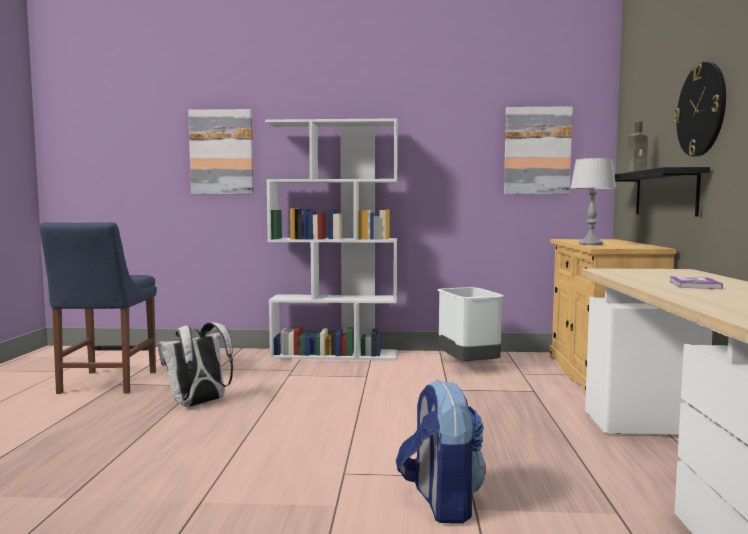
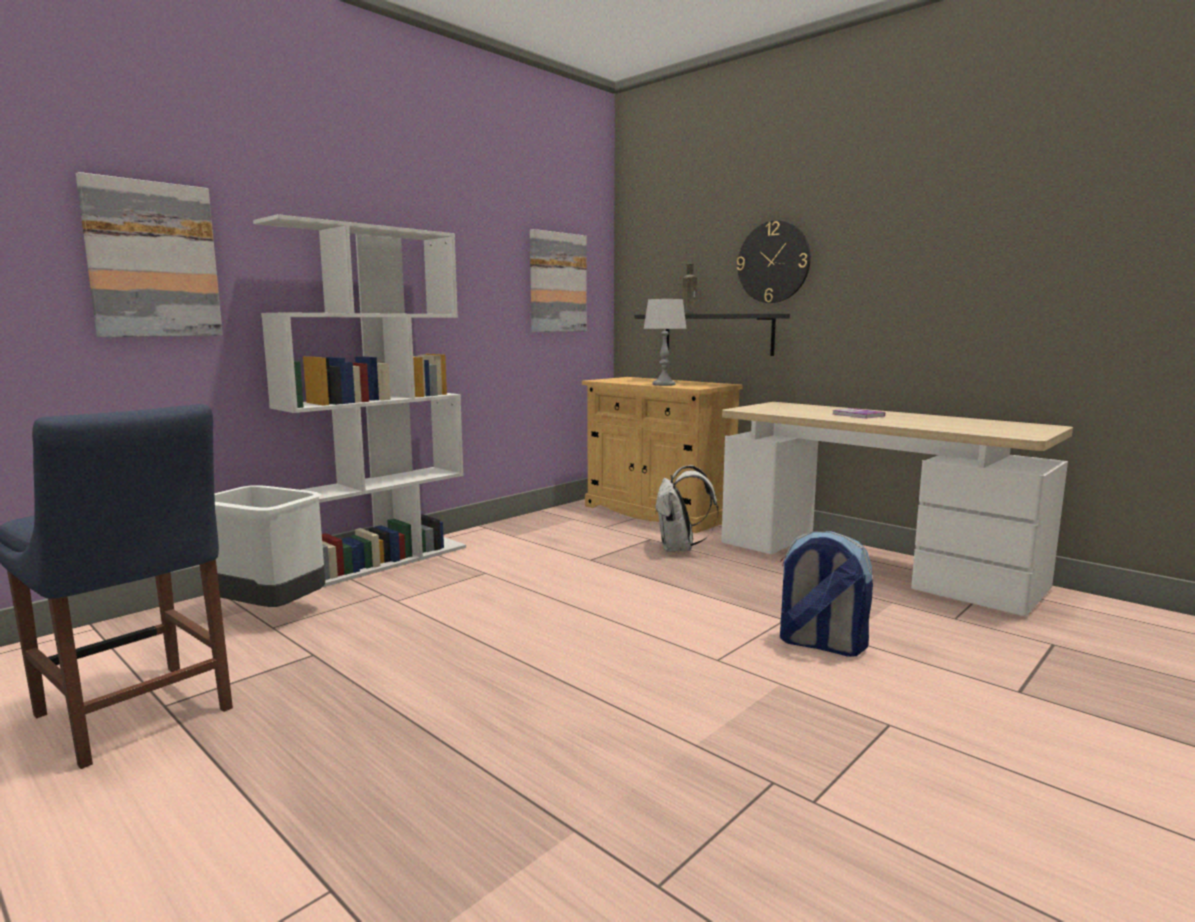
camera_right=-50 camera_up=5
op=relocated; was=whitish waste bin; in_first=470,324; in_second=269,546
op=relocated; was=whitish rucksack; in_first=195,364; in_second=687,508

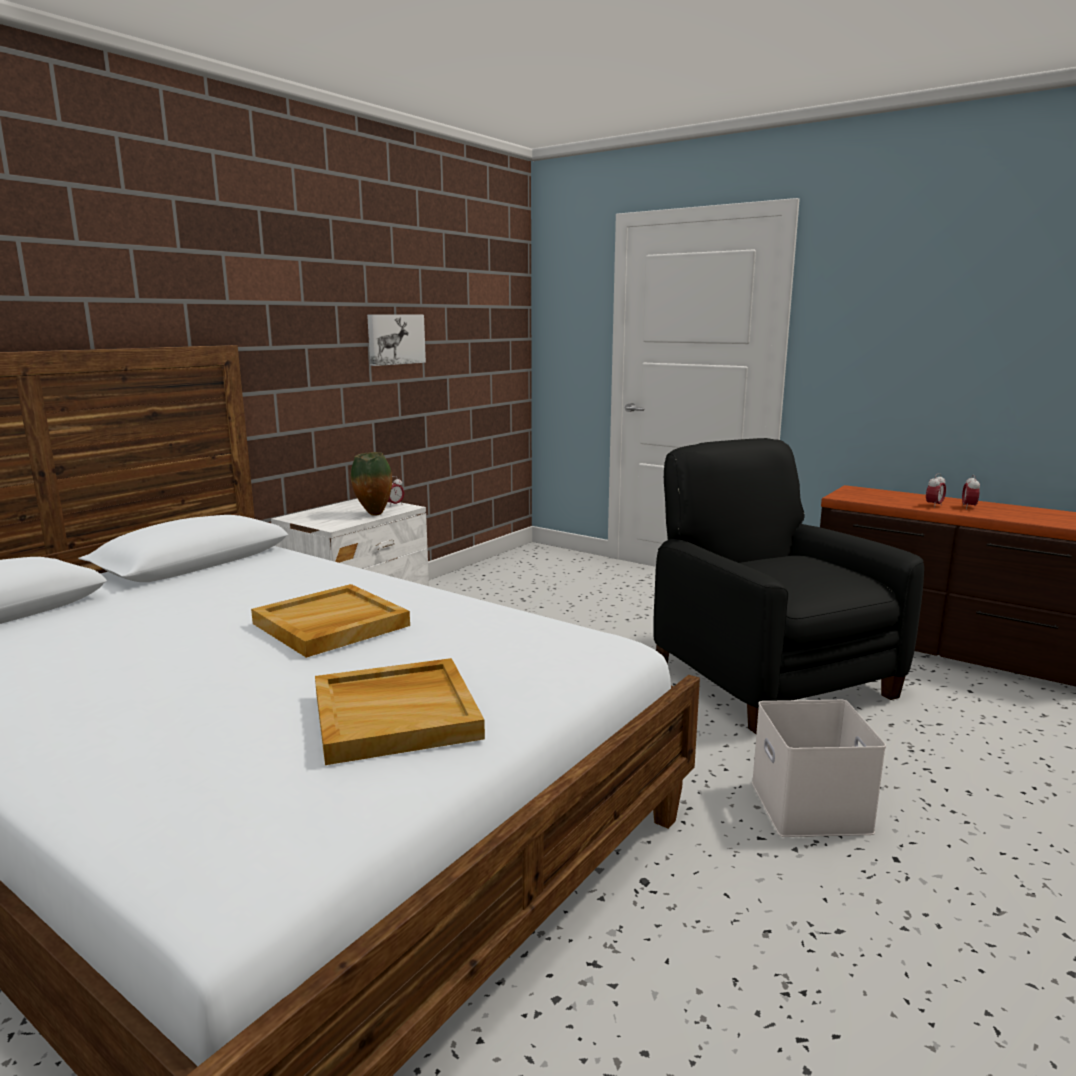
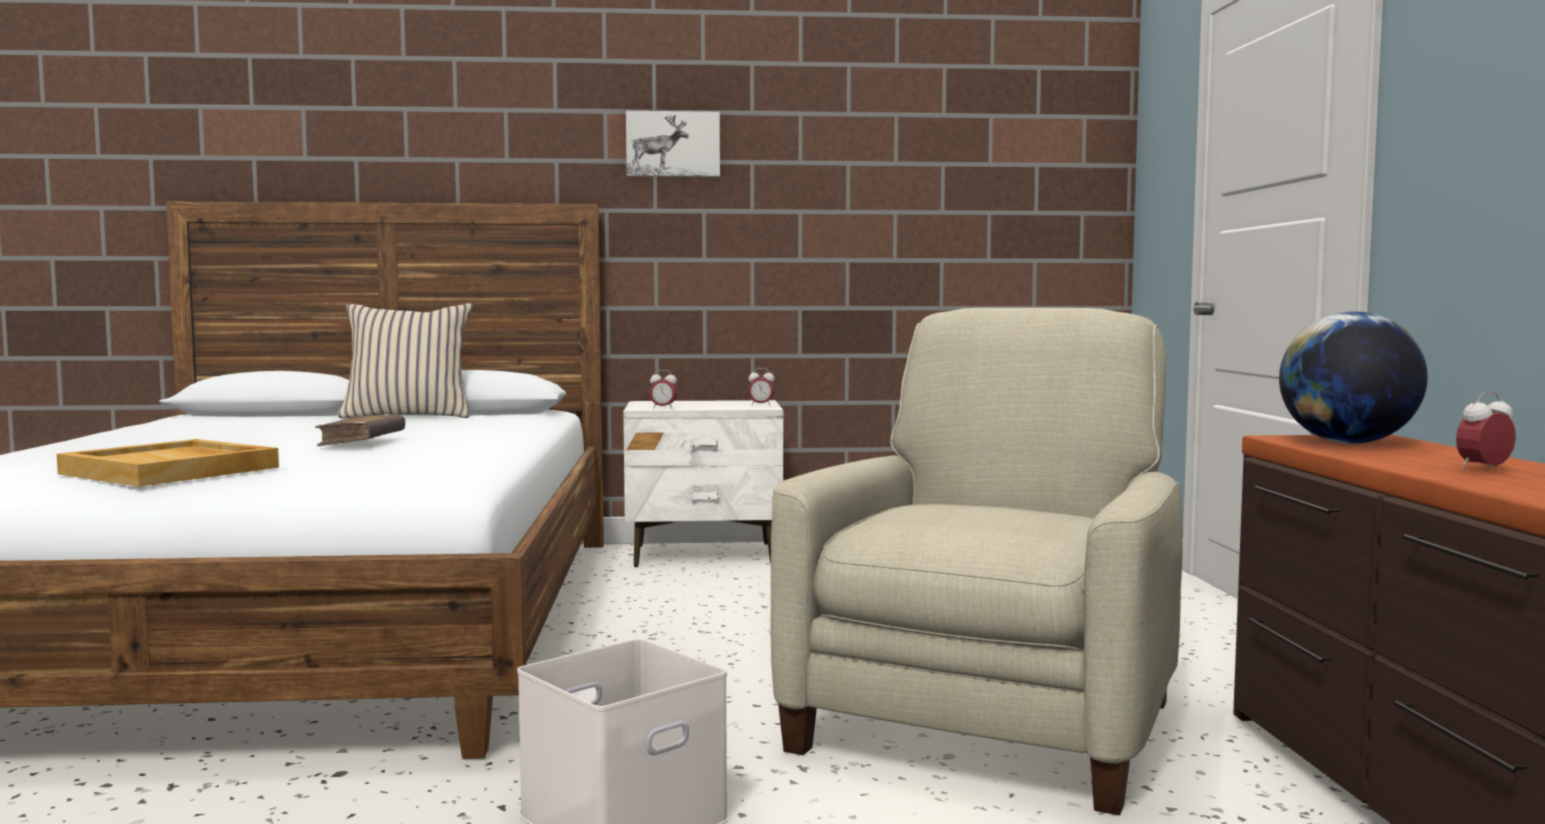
camera_right=50 camera_up=-10
op=relocated; was=picture; in_first=396,340; in_second=673,144
op=colour; was=black-coloured armchair; now=beige armchair; in_first=788,586; in_second=976,561
op=missing; was=flower vase; in_first=371,484
op=relocated; was=table clock; in_first=936,490; in_second=664,389
op=exchanged; was=beige tray; now=brown bound book; in_first=330,621; in_second=360,430
op=appeared; now=beige pillow; in_second=405,360
op=appeared; now=world globe; in_second=1353,377

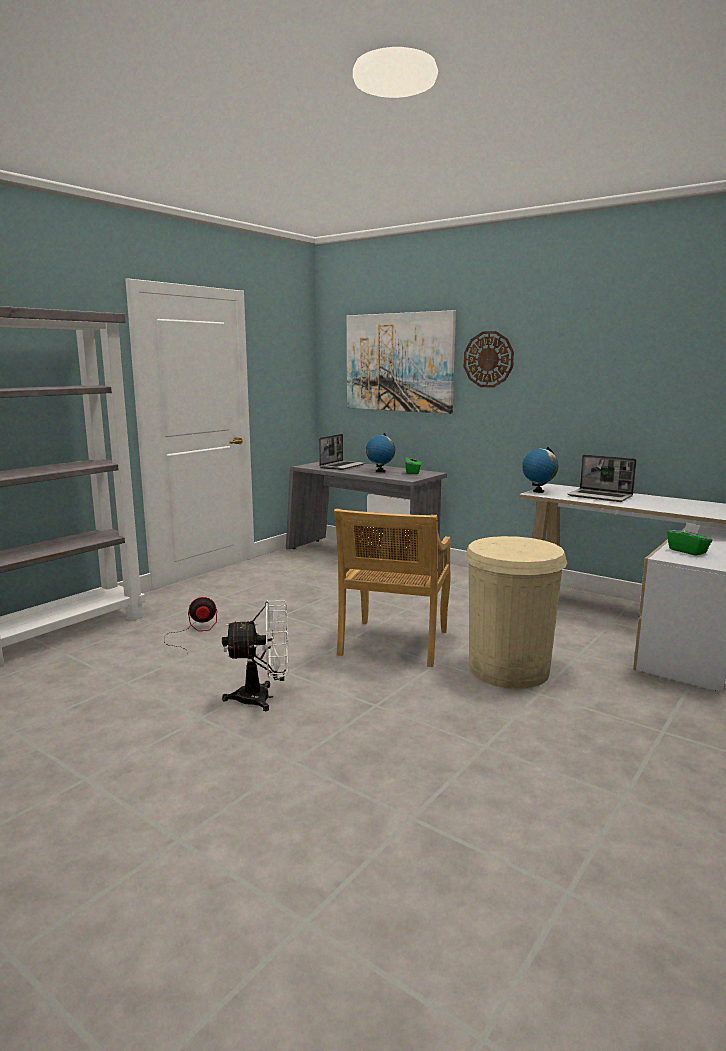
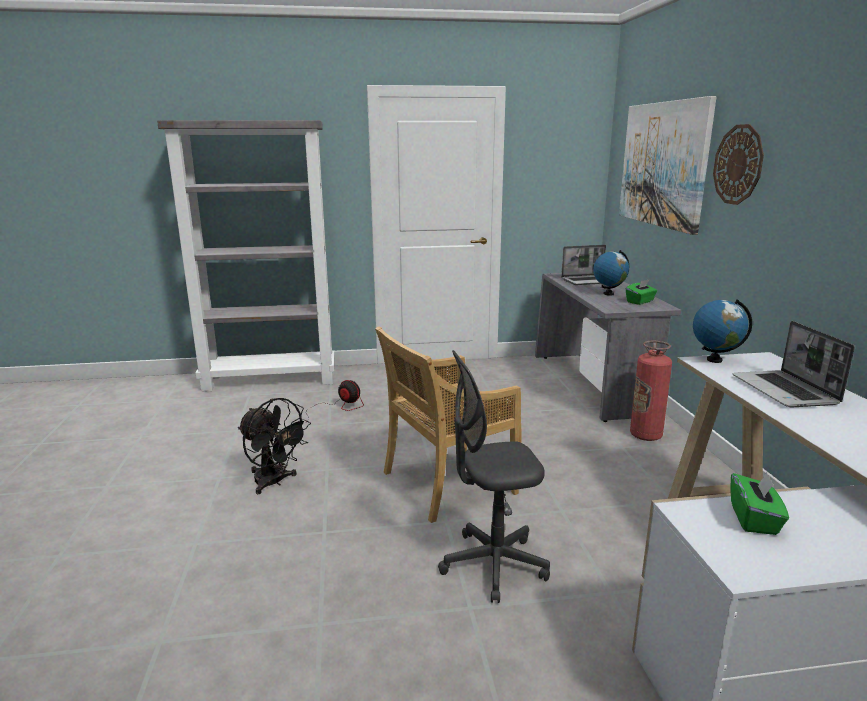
camera_right=45 camera_up=5
op=exchanged; was=beige waste bin; now=grey computer chair; in_first=516,612; in_second=494,476
op=colour; was=whitish fan; now=black-coloured fan; in_first=255,655; in_second=274,446
op=appeared; now=extinguisher; in_second=651,391

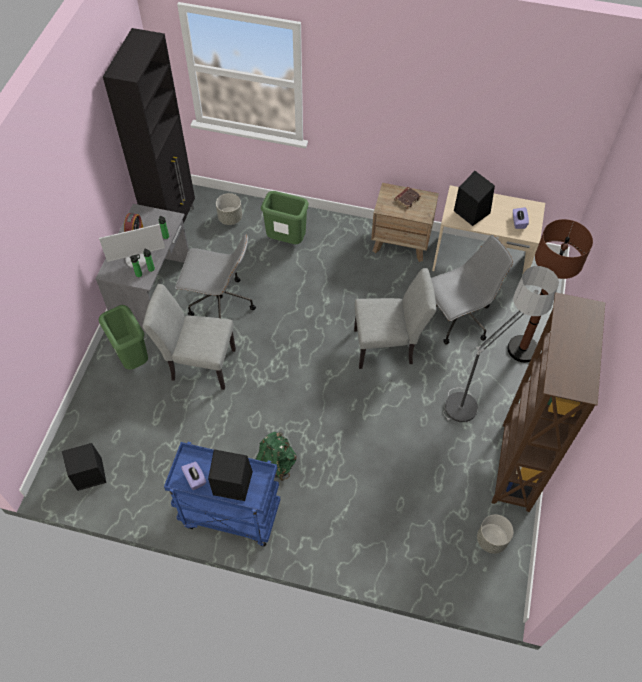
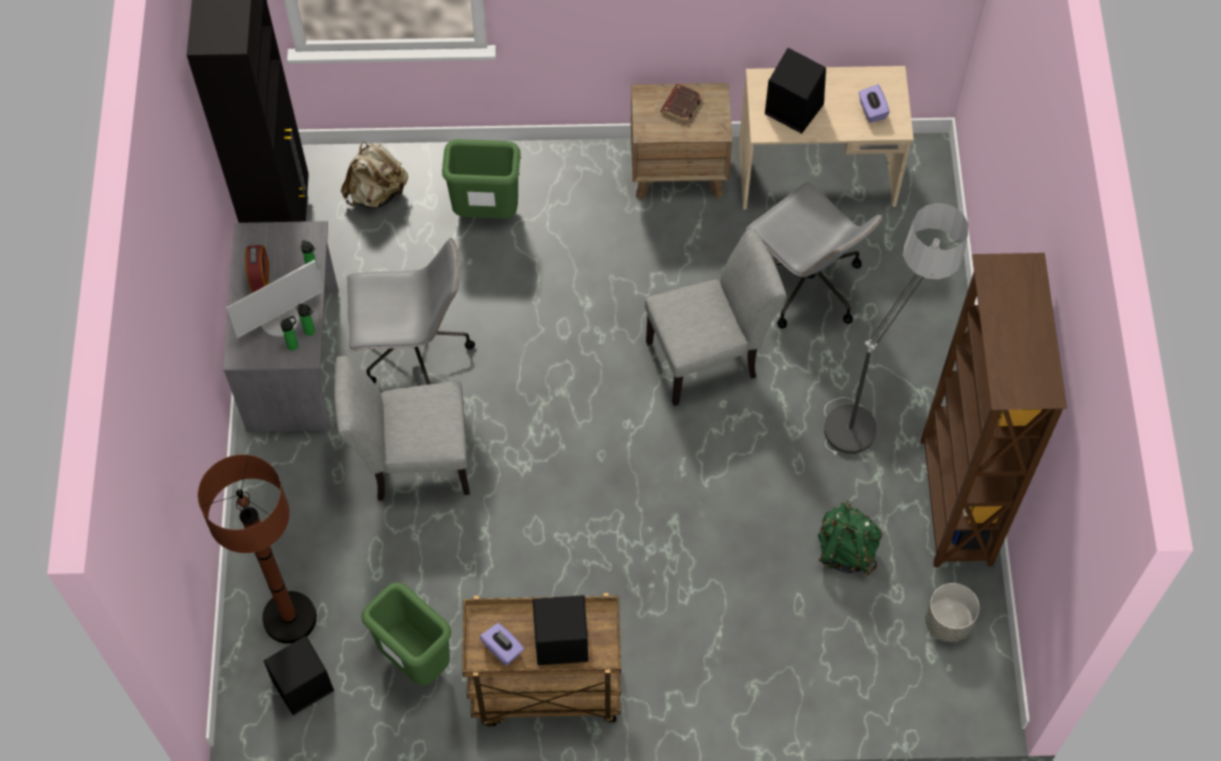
camera_right=-15 camera_up=5
op=exchanged; was=grey flower pot; now=beige rucksack; in_first=229,209; in_second=374,174
op=relocated; was=brown standing lamp; in_first=550,290; in_second=257,549
op=spun; was=grey computer chair; in_first=472,290; in_second=814,255; clockwise=90
op=relocated; was=green waste bin; in_first=123,337; in_second=406,634
op=relocated; was=green rucksack; in_first=275,456; in_second=850,538
op=colour; was=blue cart; now=brown cart; in_first=222,494; in_second=541,659

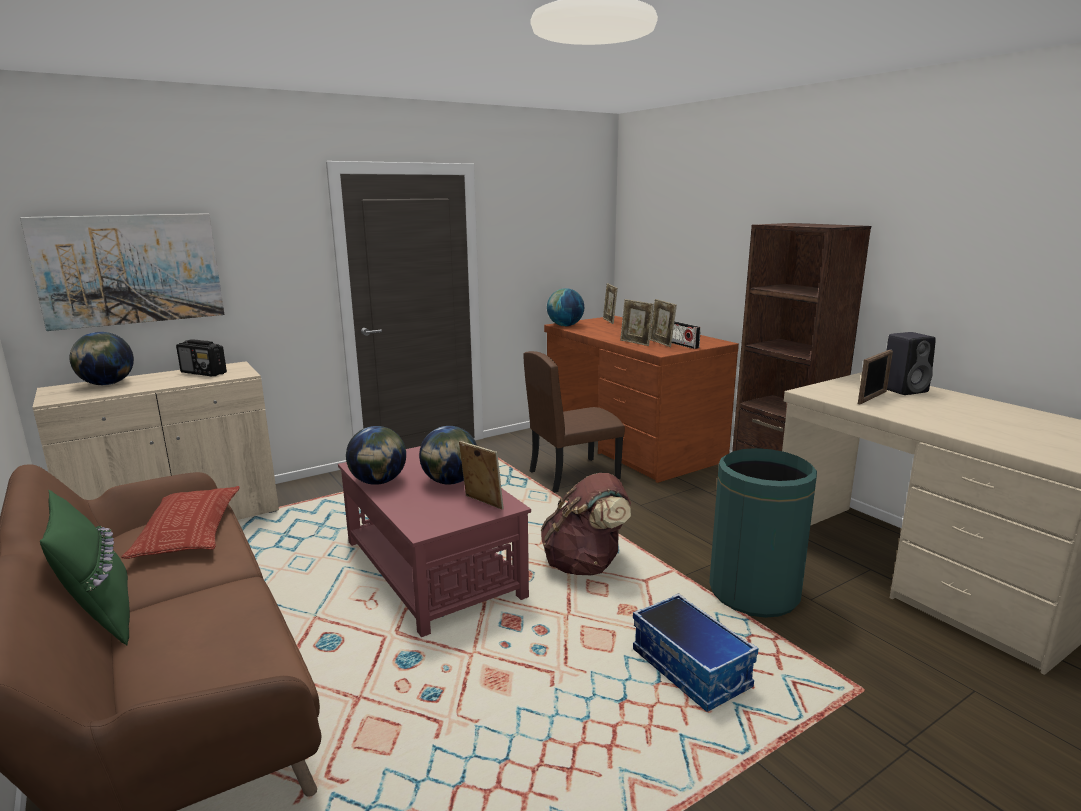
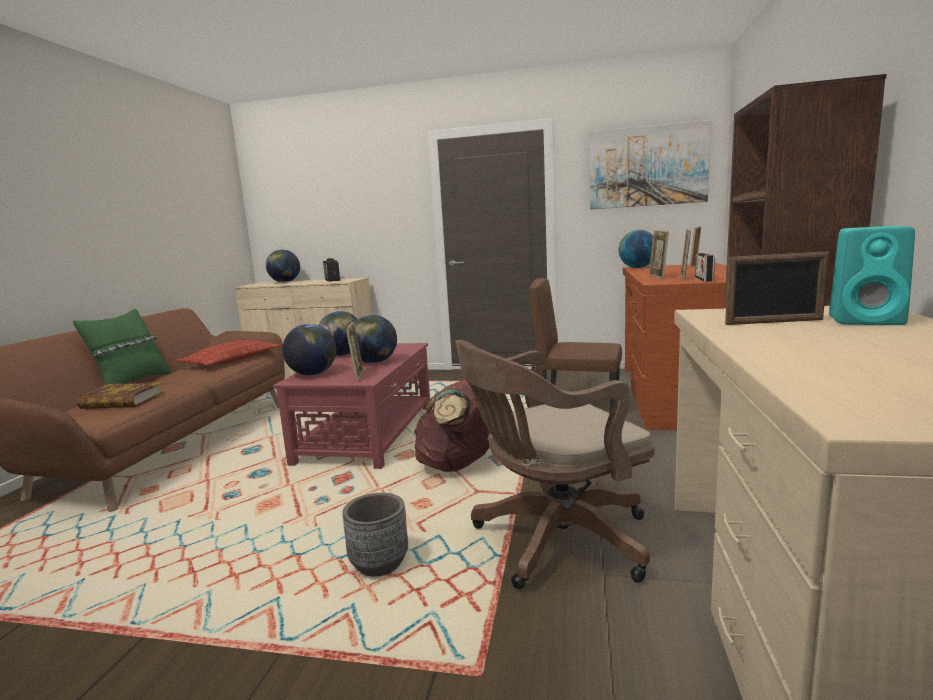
camera_right=45 camera_up=-5
op=relocated; was=picture; in_first=122,272; in_second=650,164
op=colour; was=black-coloured loudspeaker; now=turquoise-coloured loudspeaker; in_first=911,363; in_second=872,275
op=exchanged; was=green waste bin; now=brown computer chair; in_first=763,533; in_second=554,464
op=exchanged; was=storage box; now=grey flower pot; in_first=696,652; in_second=375,535
op=appeared; now=world globe; in_second=309,349
op=appeared; now=bound book; in_second=120,395

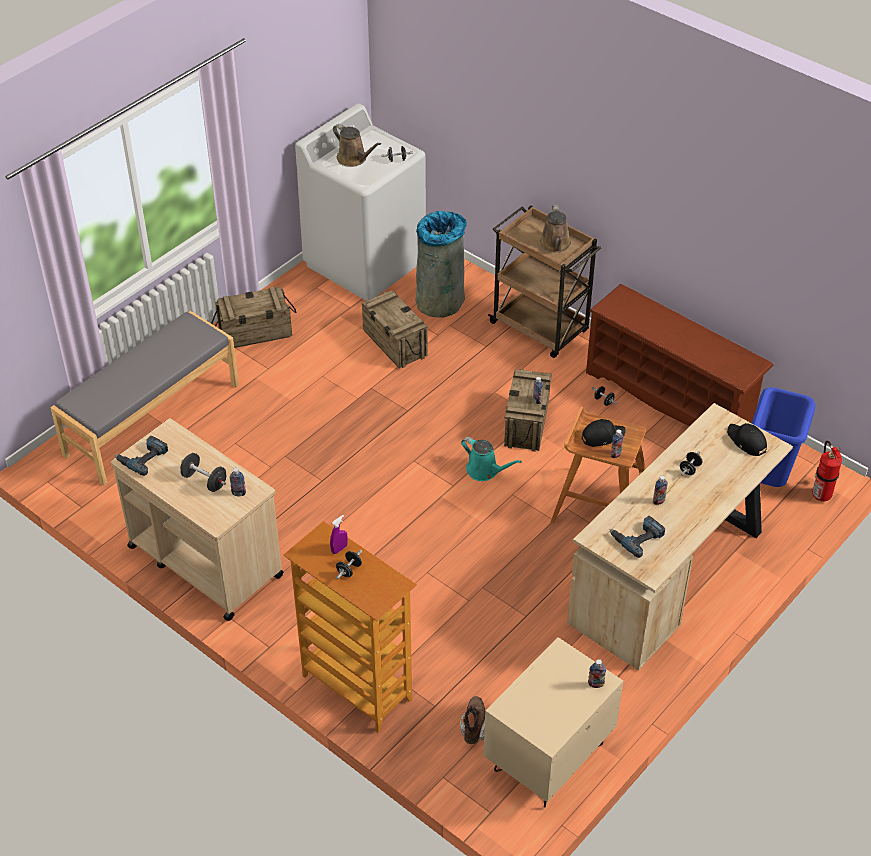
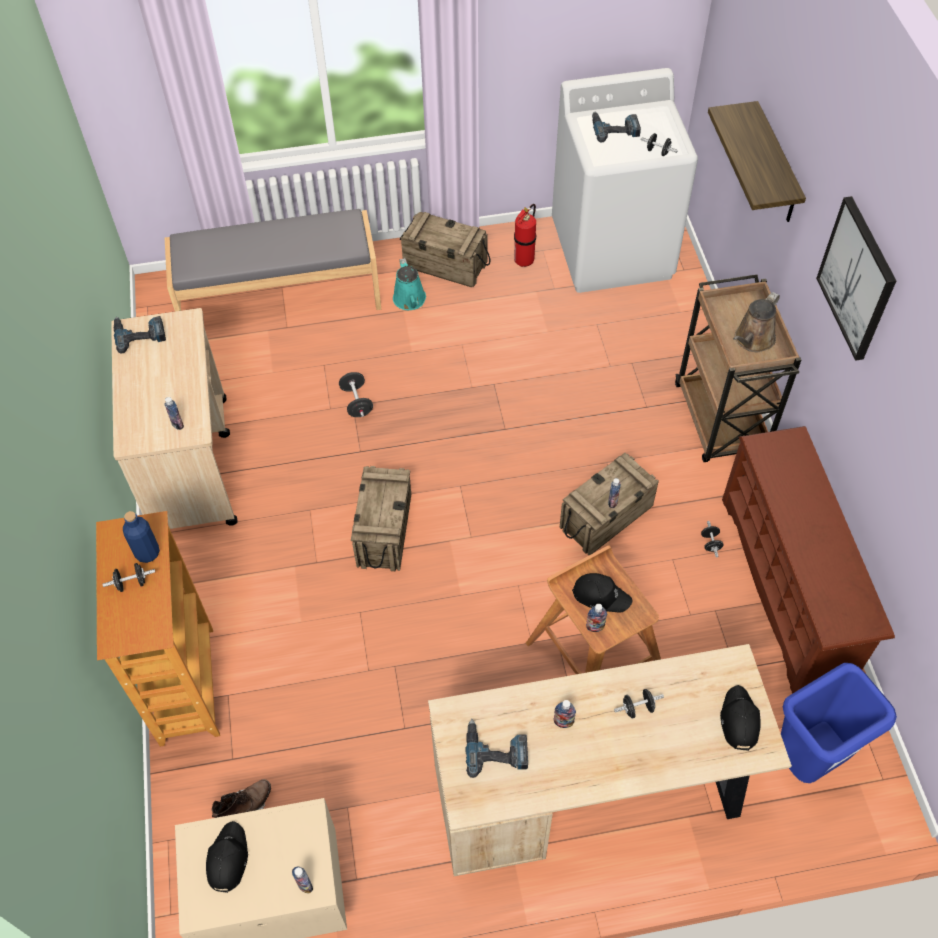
camera_right=40 camera_up=10
op=exchanged; was=brown watering pot; now=drill; in_first=357,145; in_second=616,127
op=missing; was=grey waste bin; in_first=441,264
op=relocated; was=crate; in_first=395,329; in_second=381,518
op=relocated; was=turquoise-coloured watering pot; in_first=491,459; in_second=409,284
op=relocated; was=extinguisher; in_first=827,471; in_second=525,235
op=relocated; was=black-coloured dumbbell; in_first=203,472; in_second=356,394
op=exchanged; was=purple-coloured hand sprayer; now=blue bottle; in_first=339,534; in_second=141,537
op=appeared; now=wall shelf; in_second=757,161
op=appeared; now=picture; in_second=856,278
op=appeared; now=black-coloured baseball cap; in_second=227,857

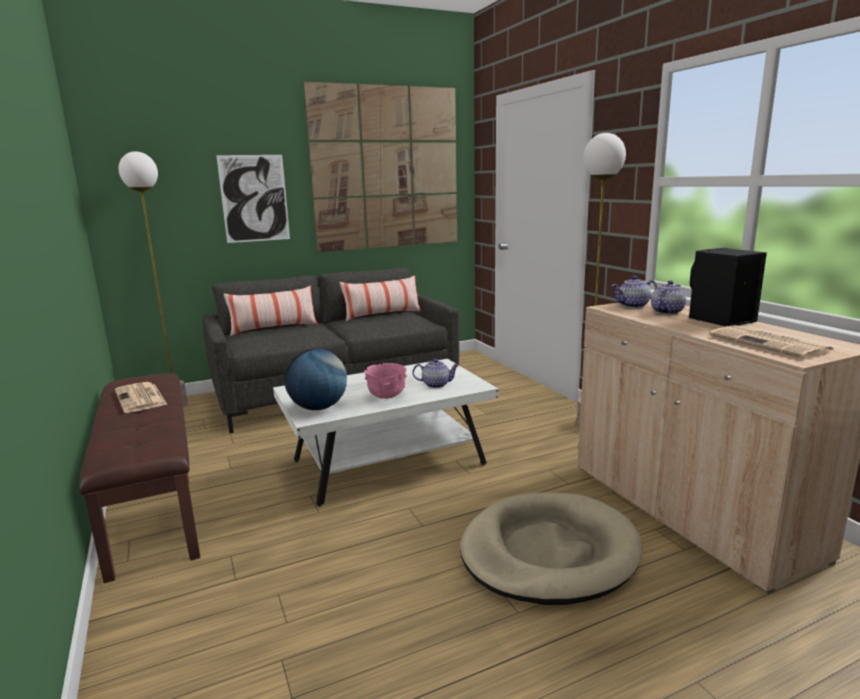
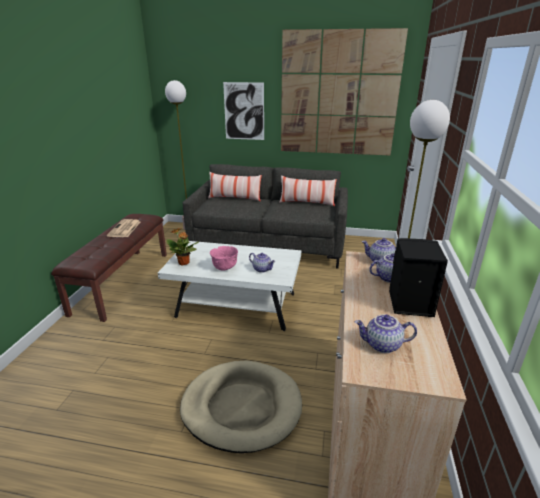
camera_right=35 camera_up=10
op=exchanged; was=newspaper; now=teapot; in_first=772,342; in_second=386,334
op=exchanged; was=world globe; now=plant in a pot; in_first=315,379; in_second=182,246

